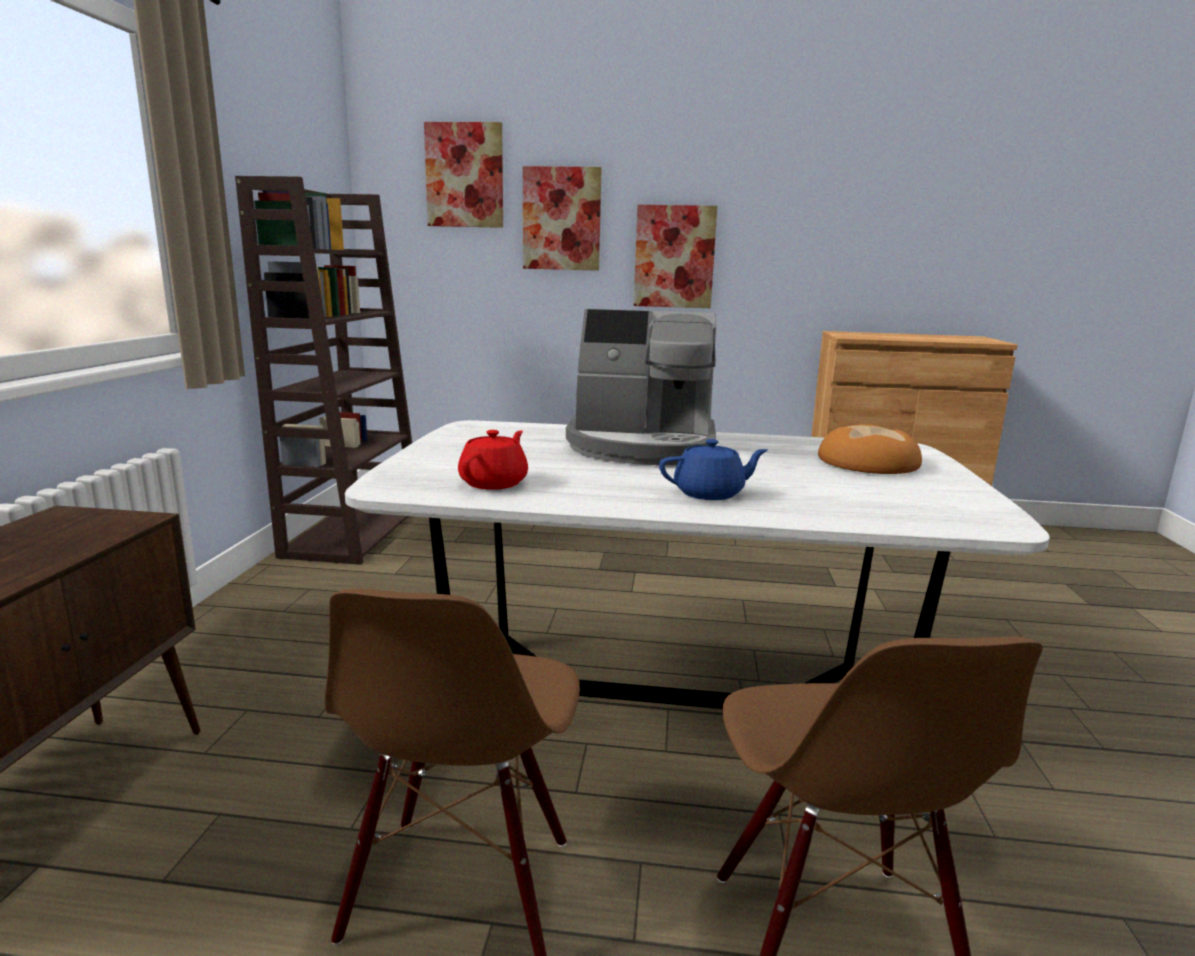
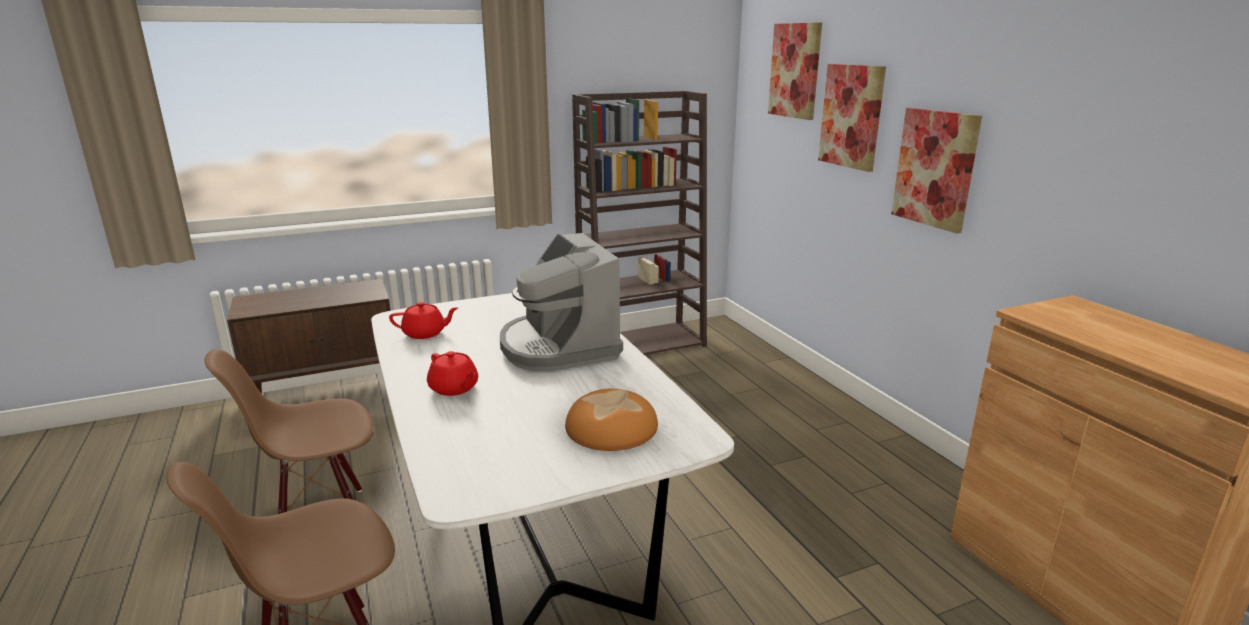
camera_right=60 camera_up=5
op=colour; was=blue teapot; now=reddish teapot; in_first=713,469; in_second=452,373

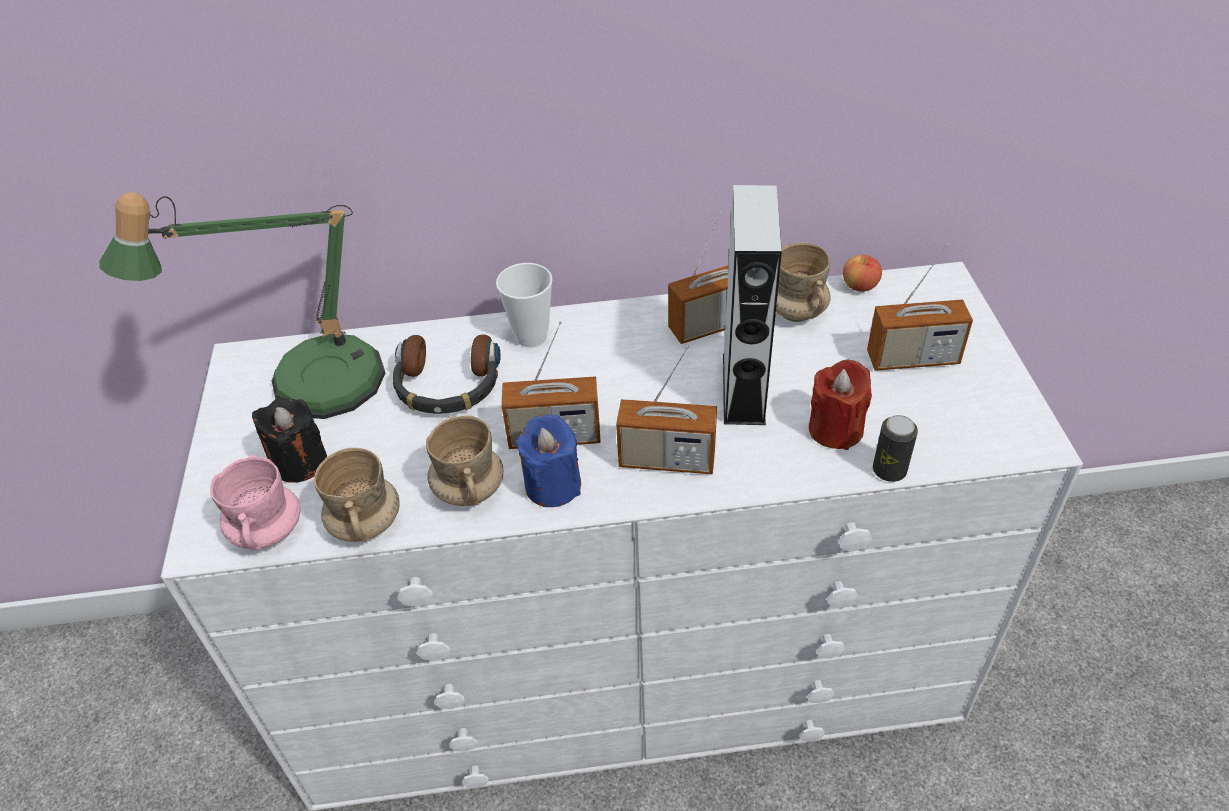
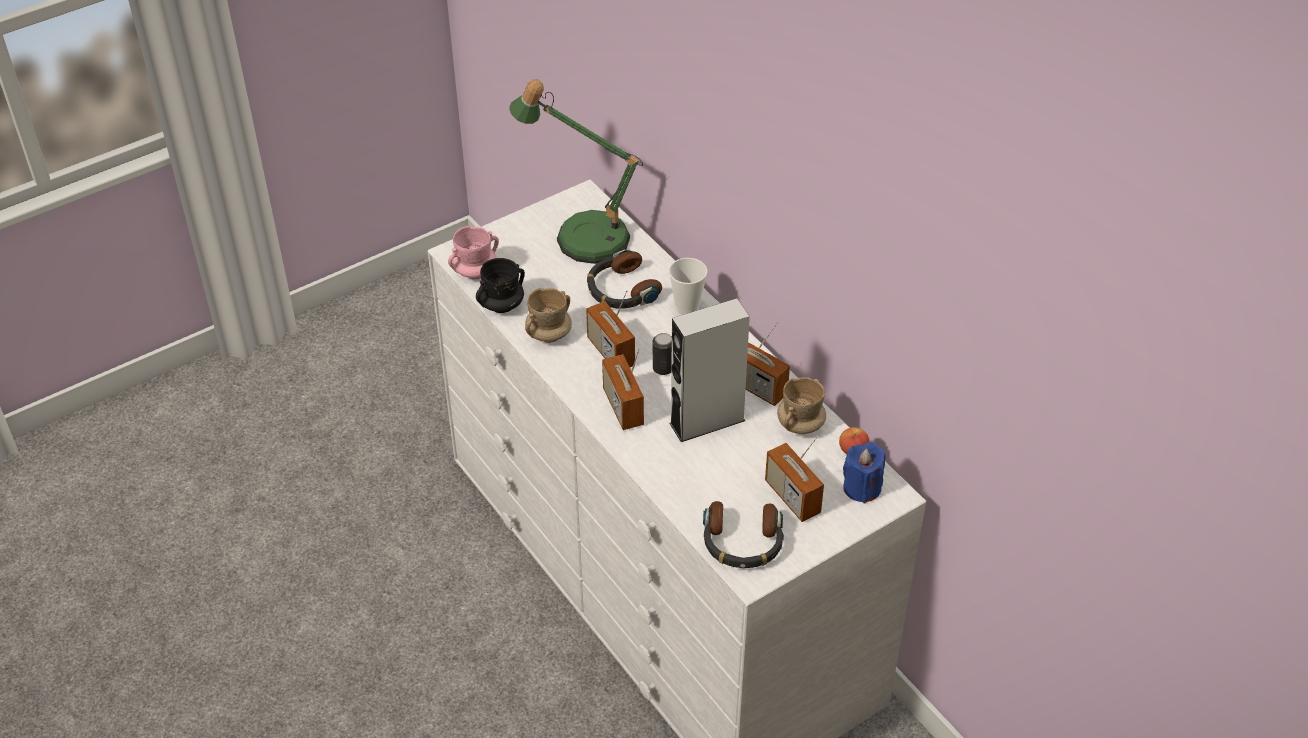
camera_right=60 camera_up=0
op=missing; was=reddish candle; in_first=840,405
op=missing; was=black-coloured candle; in_first=289,440
op=relocated; was=blue candle; in_first=548,461; in_second=864,472
op=relocated; was=metal can; in_first=895,448; in_second=662,354
op=colour; was=beige tea mug; now=black-coloured tea mug; in_first=357,495; in_second=500,285
op=appeared; now=headphones; in_second=743,534

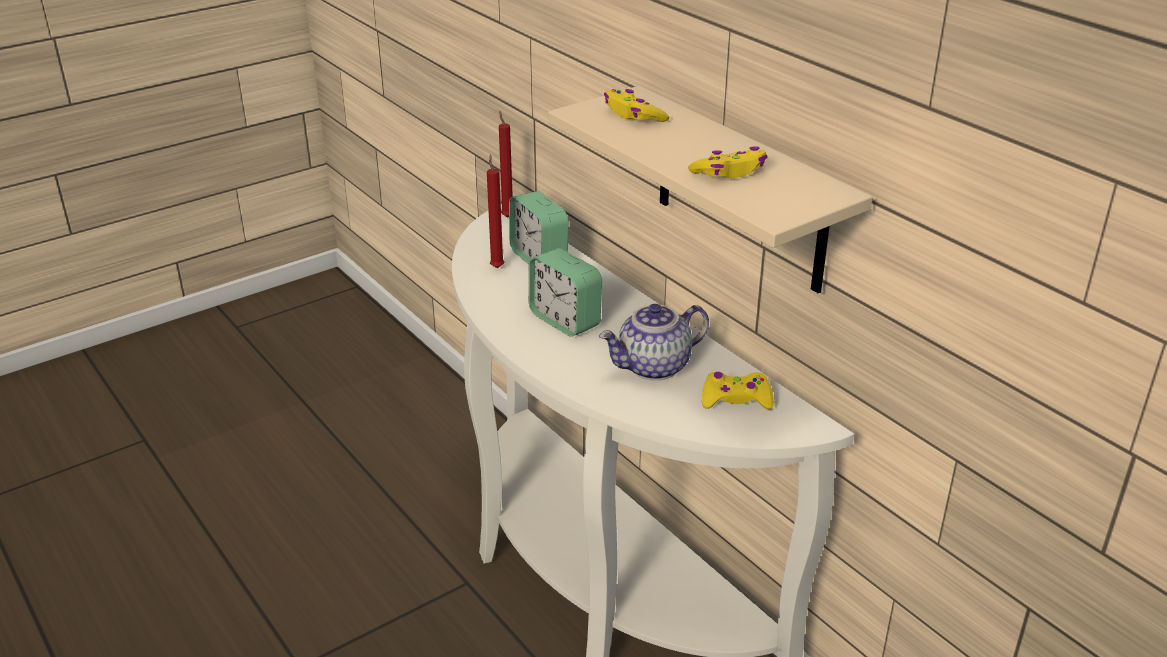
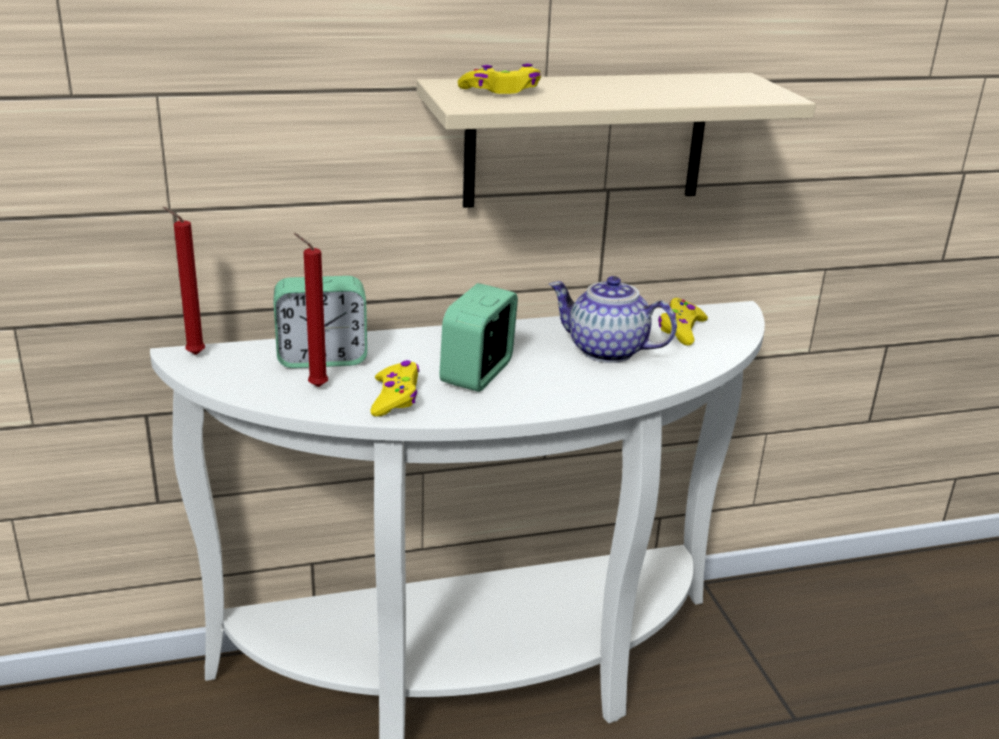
camera_right=-70 camera_up=-5
op=relocated; was=yellow game controller; in_first=728,162; in_second=395,388
op=spun; was=table clock; in_first=565,292; in_second=478,337; clockwise=135
op=spun; was=teapot; in_first=654,342; in_second=613,319; clockwise=120

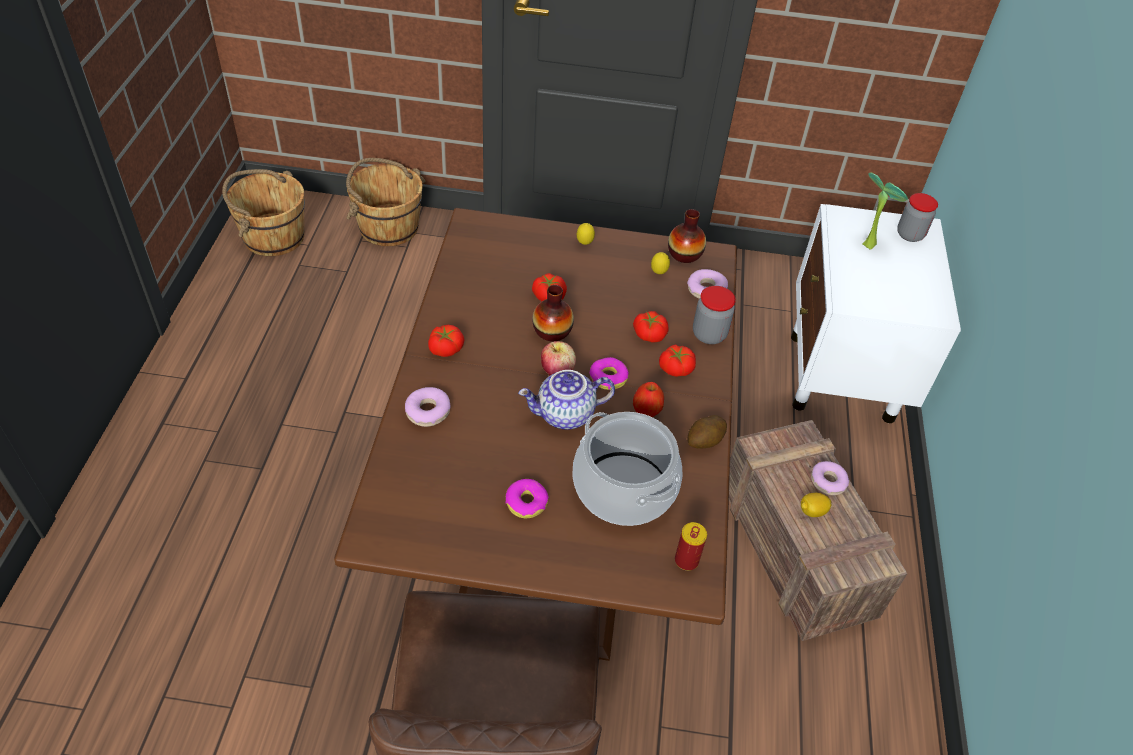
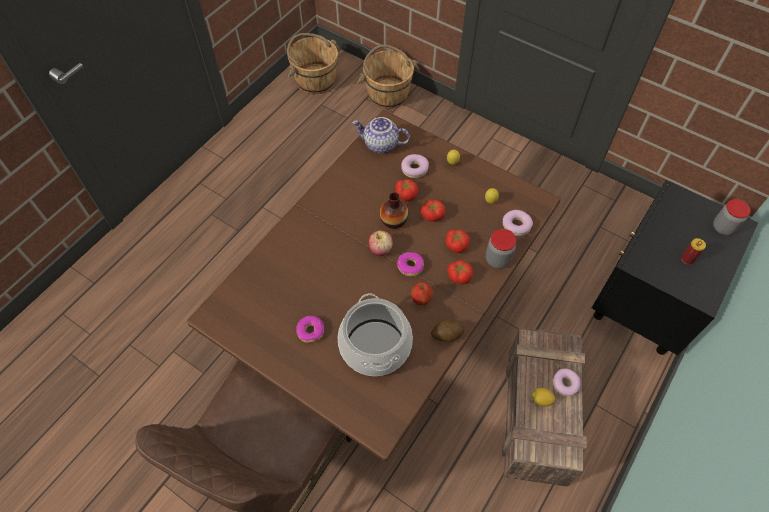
camera_right=30 camera_up=10
op=missing; was=plant in a pot; in_first=885,211
op=colour; was=whitish nightstand; now=black-coloured nightstand; in_first=876,313; in_second=675,267
op=missing; was=flower vase; in_first=687,236
op=relocated; was=fresh tomato; in_first=446,341; in_second=433,211
op=relocated; was=teapot; in_first=566,400; in_second=381,135
op=relocated; was=ring doughnut; in_first=428,407; in_second=415,166
op=relocated; was=metal can; in_first=691,546; in_second=693,251

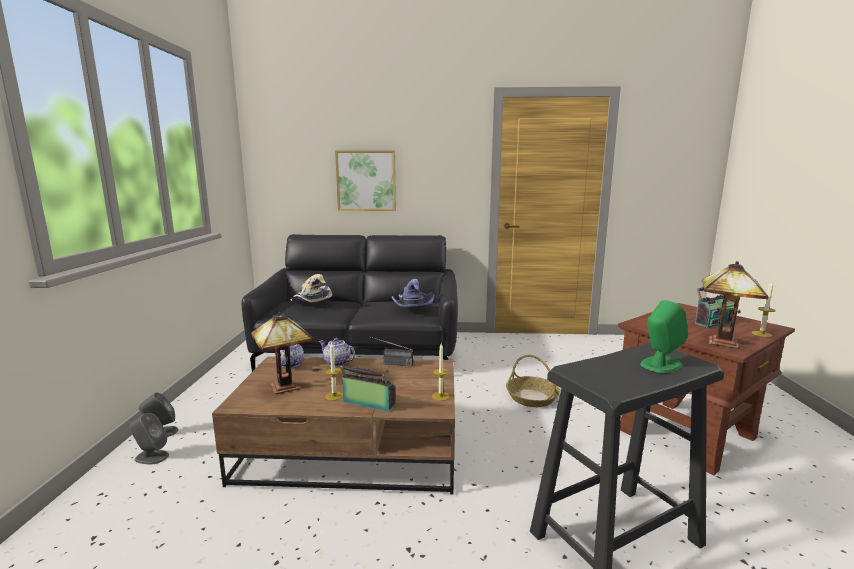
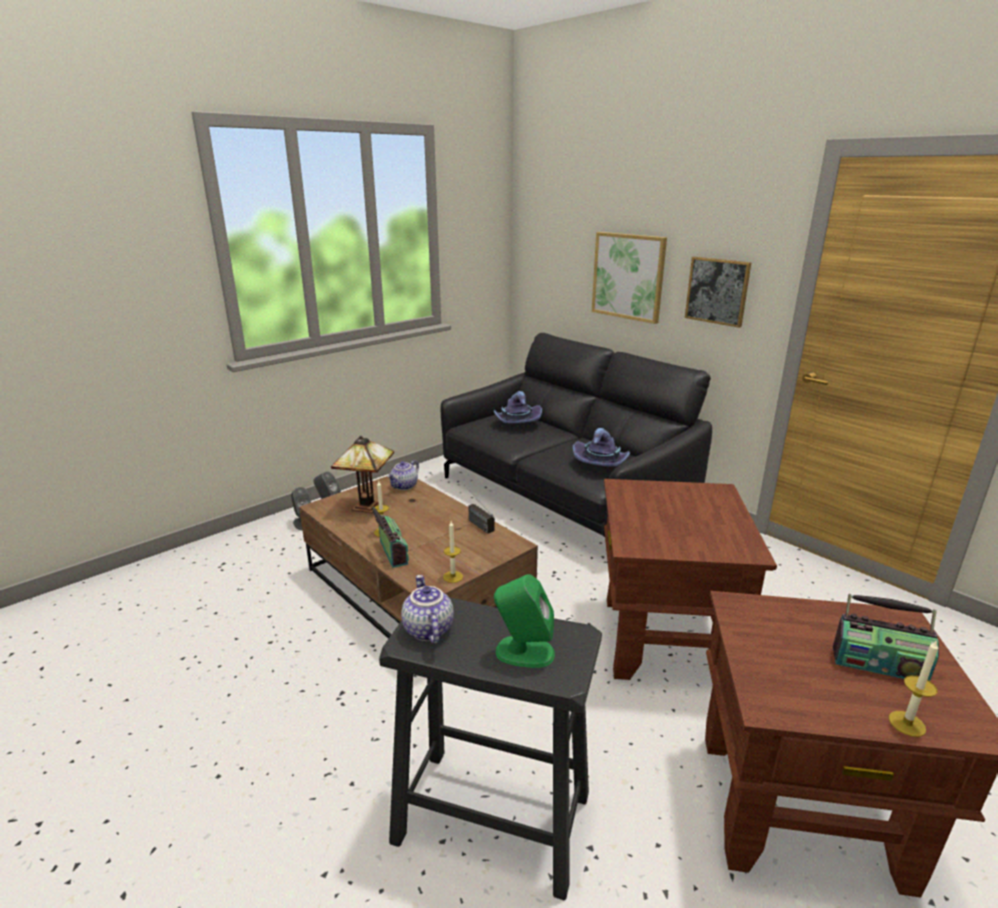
camera_right=45 camera_up=10
op=missing; was=table lamp; in_first=735,305
op=colour; was=beige wearable hat; now=purple-coloured wearable hat; in_first=311,288; in_second=517,407
op=relocated; was=teapot; in_first=337,352; in_second=427,609
op=exchanged; was=household basket; now=brown accent table; in_first=533,381; in_second=690,579
op=appeared; now=picture; in_second=718,292

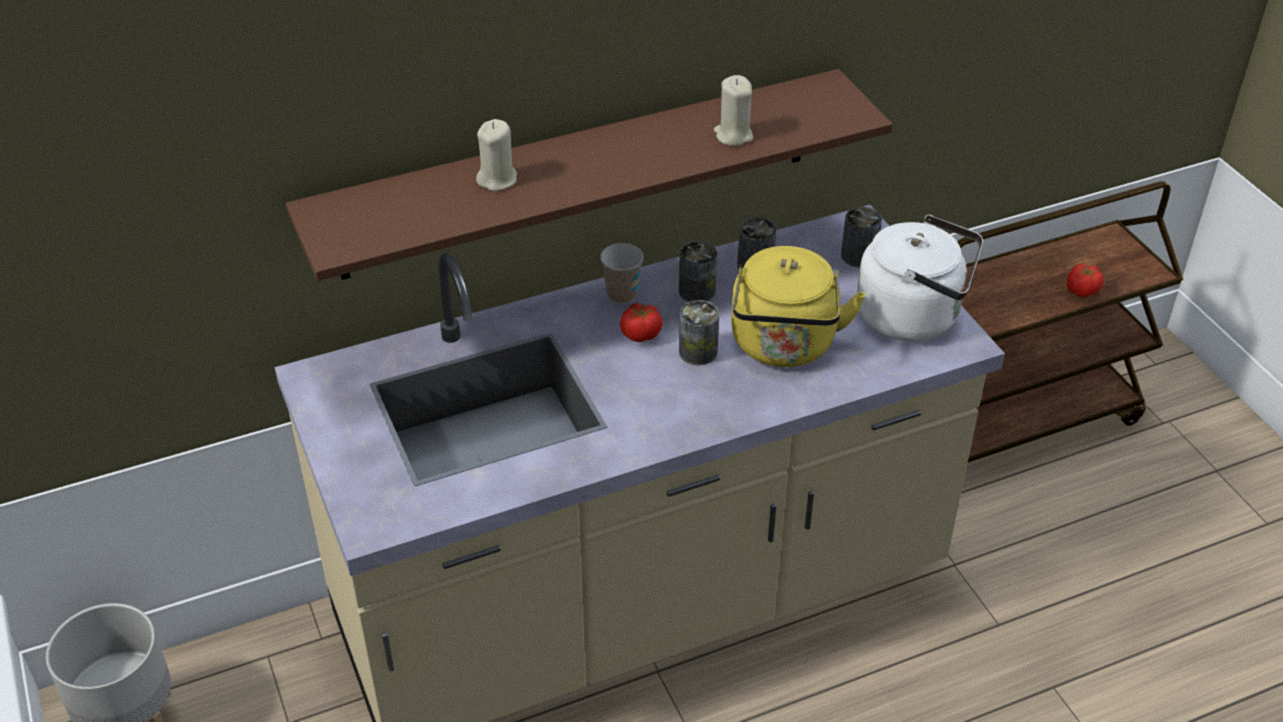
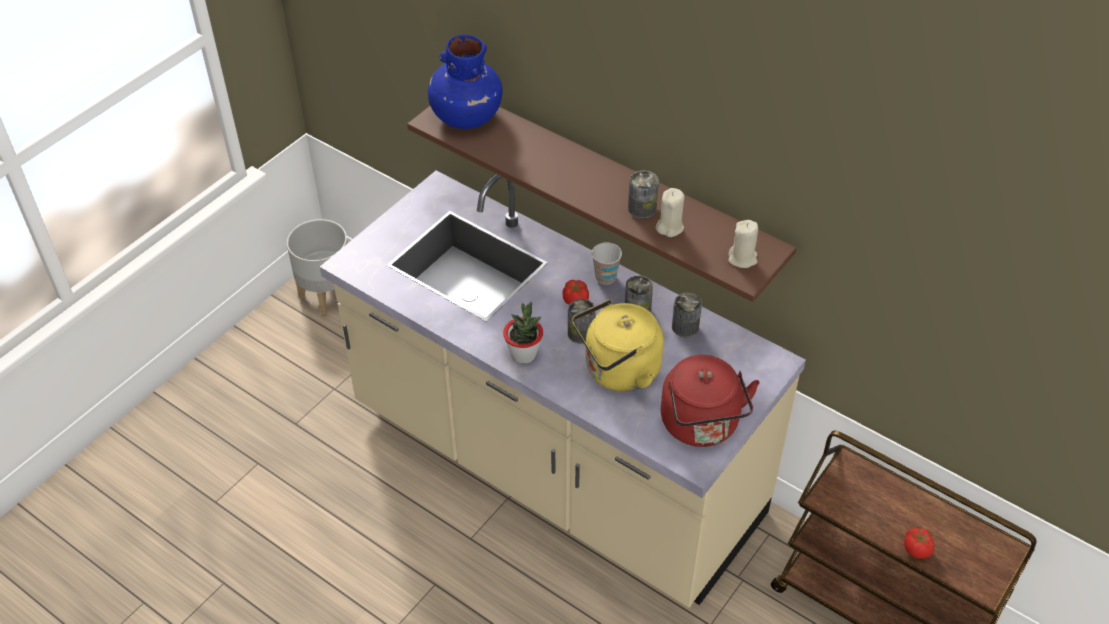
camera_right=60 camera_up=5
op=relocated; was=beige candle; in_first=496,155; in_second=743,244
op=relocated; was=metal can; in_first=861,237; in_second=643,195
op=colour; was=whitish kettle; now=reddish kettle; in_first=920,278; in_second=710,401
op=appeared; now=blue flower vase; in_second=465,82
op=appeared; now=plant in a pot; in_second=523,332

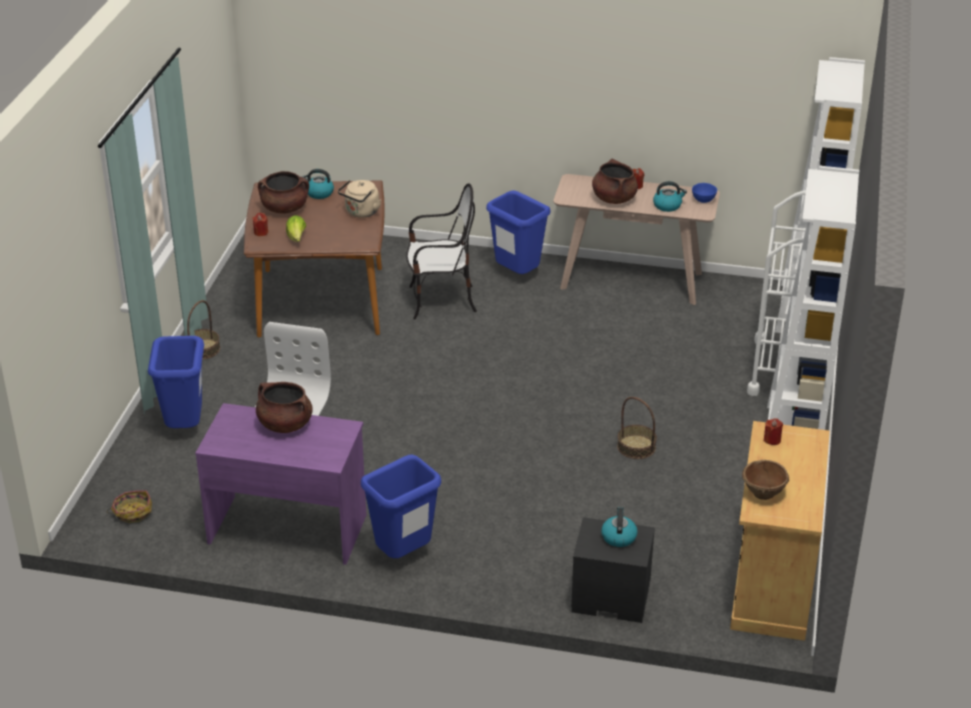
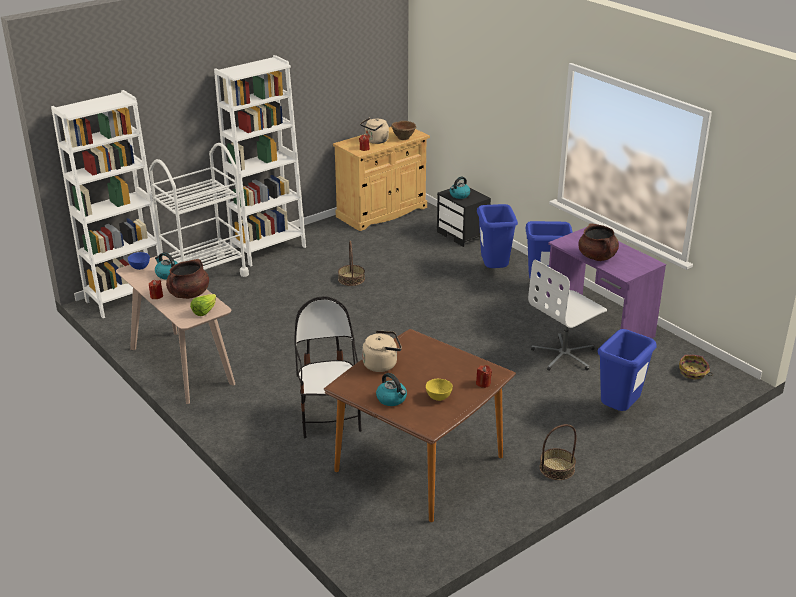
camera_right=-140 camera_up=-5
op=exchanged; was=brown cooking pot; now=yellow bowl; in_first=283,192; in_second=439,390
op=spun; was=upright chair; in_first=441,251; in_second=328,367; clockwise=45
op=relocated; was=blue waste bin; in_first=518,232; in_second=497,236
op=relocated; was=lettuce head; in_first=296,228; in_second=203,305
op=appeared; now=beige kettle; in_second=374,130

